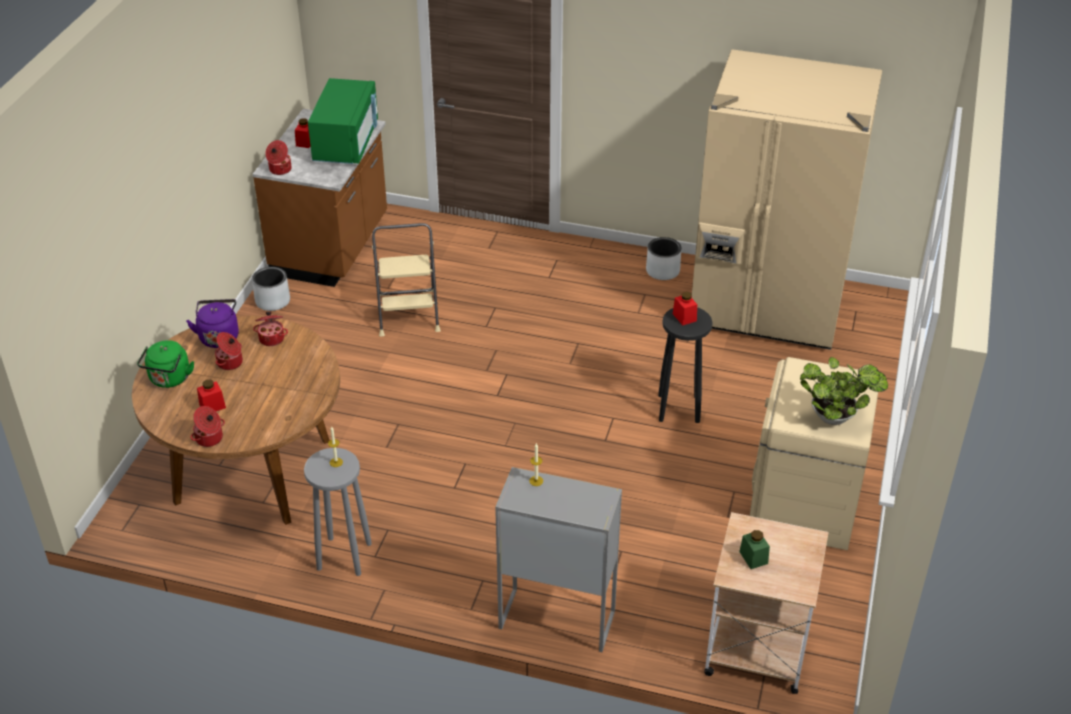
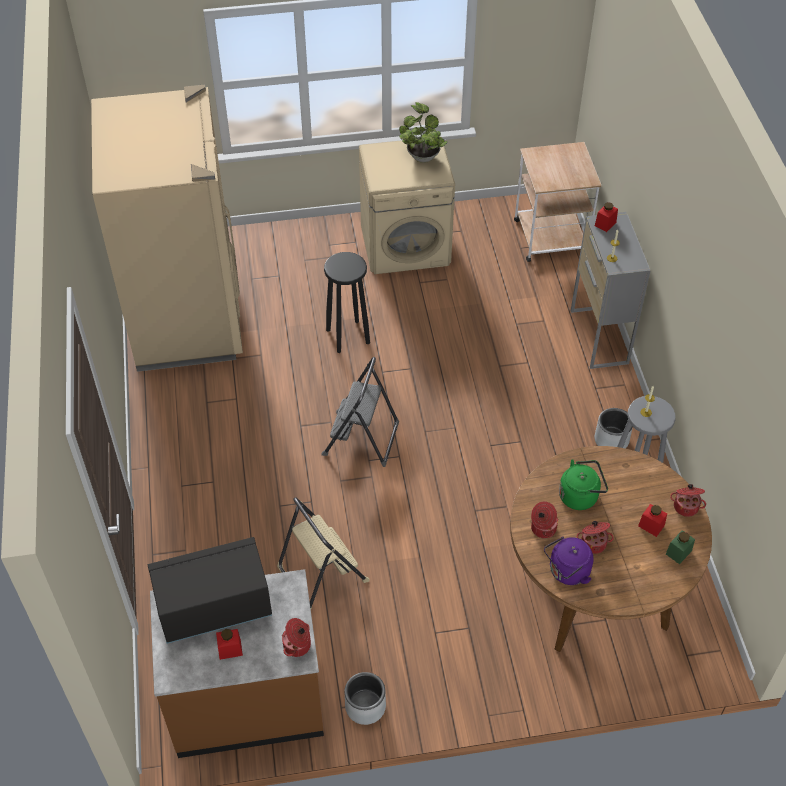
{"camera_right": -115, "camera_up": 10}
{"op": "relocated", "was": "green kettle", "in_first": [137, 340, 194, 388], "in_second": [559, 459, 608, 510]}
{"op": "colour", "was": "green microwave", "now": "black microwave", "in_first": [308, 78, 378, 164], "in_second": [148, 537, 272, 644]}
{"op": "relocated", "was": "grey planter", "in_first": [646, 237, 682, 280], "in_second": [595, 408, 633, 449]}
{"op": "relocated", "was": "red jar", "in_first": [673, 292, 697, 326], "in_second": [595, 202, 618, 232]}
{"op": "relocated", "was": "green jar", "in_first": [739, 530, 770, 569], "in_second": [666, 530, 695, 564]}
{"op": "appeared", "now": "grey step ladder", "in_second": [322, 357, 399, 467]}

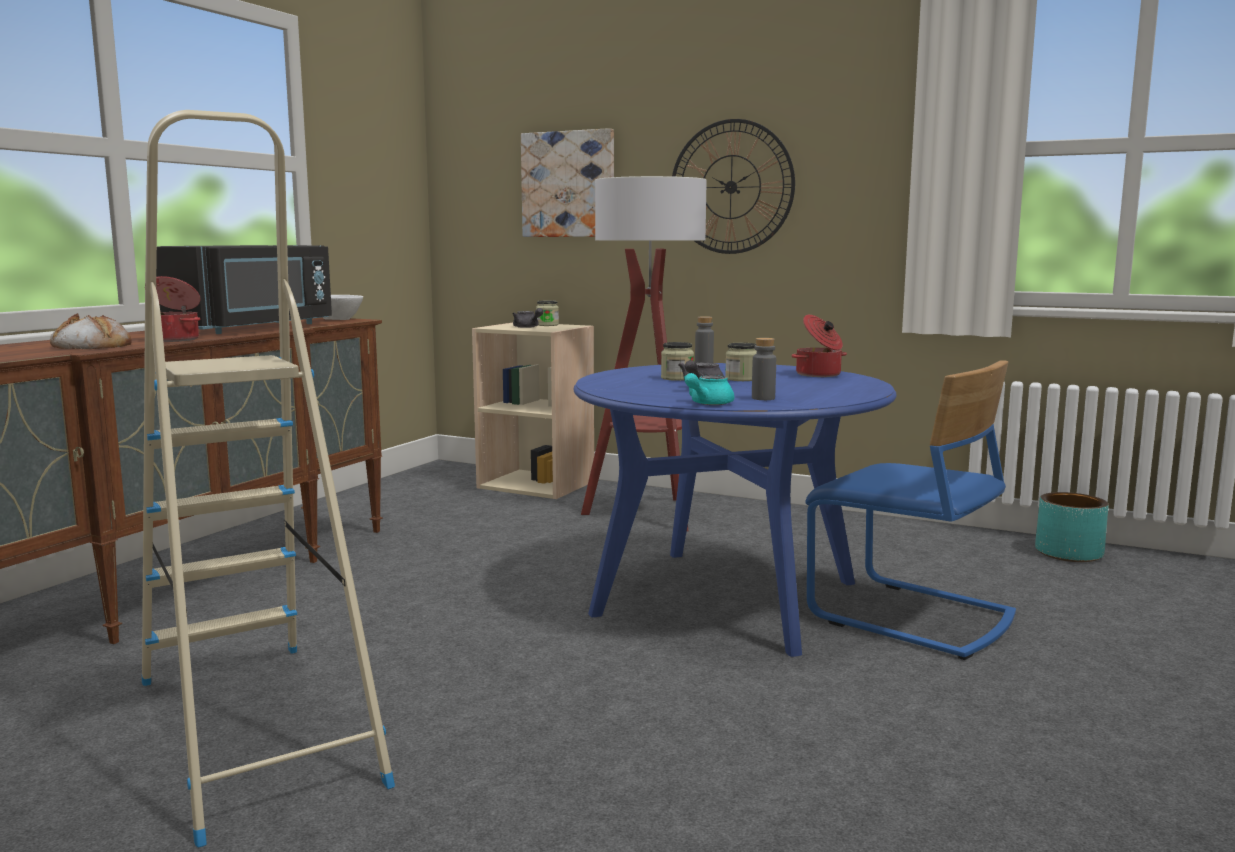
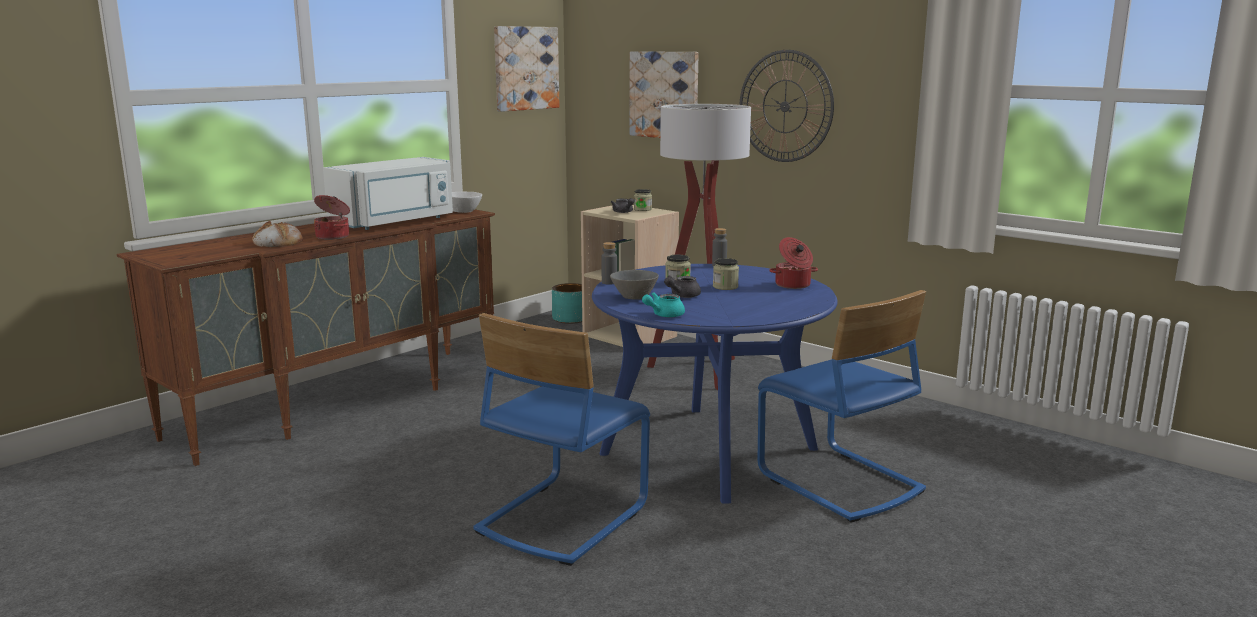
{"camera_right": 15, "camera_up": 5}
{"op": "missing", "was": "beige step ladder", "in_first": [142, 110, 395, 847]}
{"op": "colour", "was": "black microwave", "now": "white microwave", "in_first": [156, 245, 332, 334], "in_second": [323, 157, 453, 230]}
{"op": "relocated", "was": "grey bottle", "in_first": [752, 338, 776, 400], "in_second": [601, 242, 617, 284]}
{"op": "relocated", "was": "turquoise planter", "in_first": [1035, 492, 1109, 562], "in_second": [552, 283, 582, 324]}
{"op": "appeared", "now": "blue chair", "in_second": [473, 313, 650, 566]}
{"op": "appeared", "now": "picture", "in_second": [494, 26, 559, 112]}
{"op": "appeared", "now": "grey bowl", "in_second": [610, 270, 659, 300]}

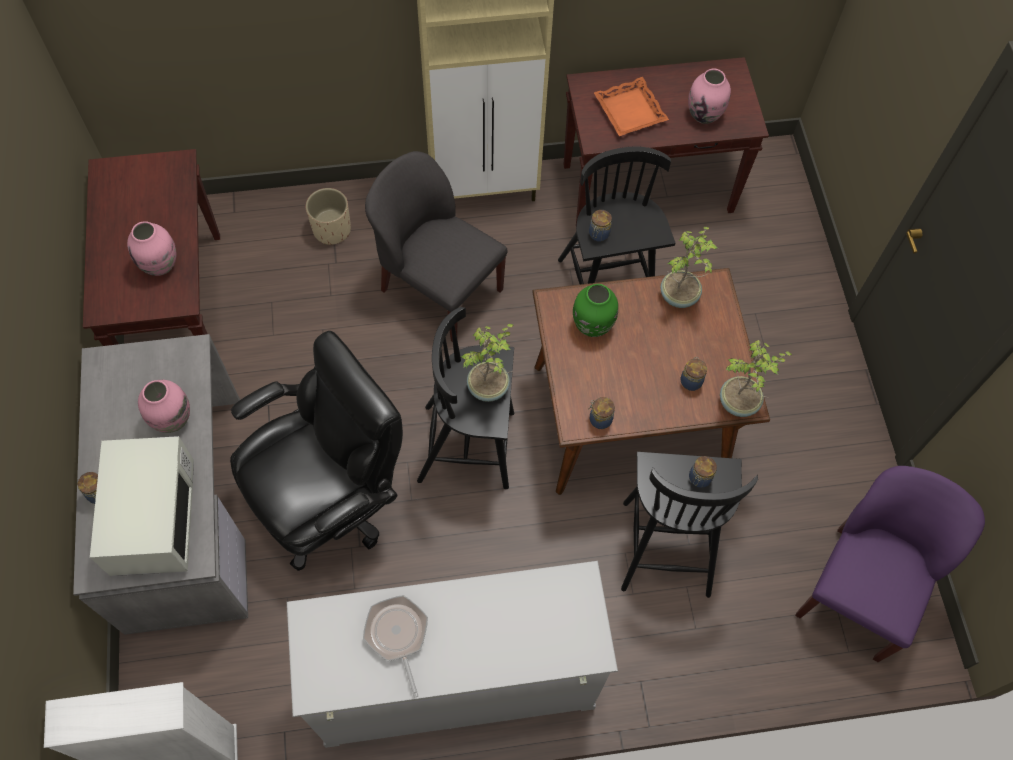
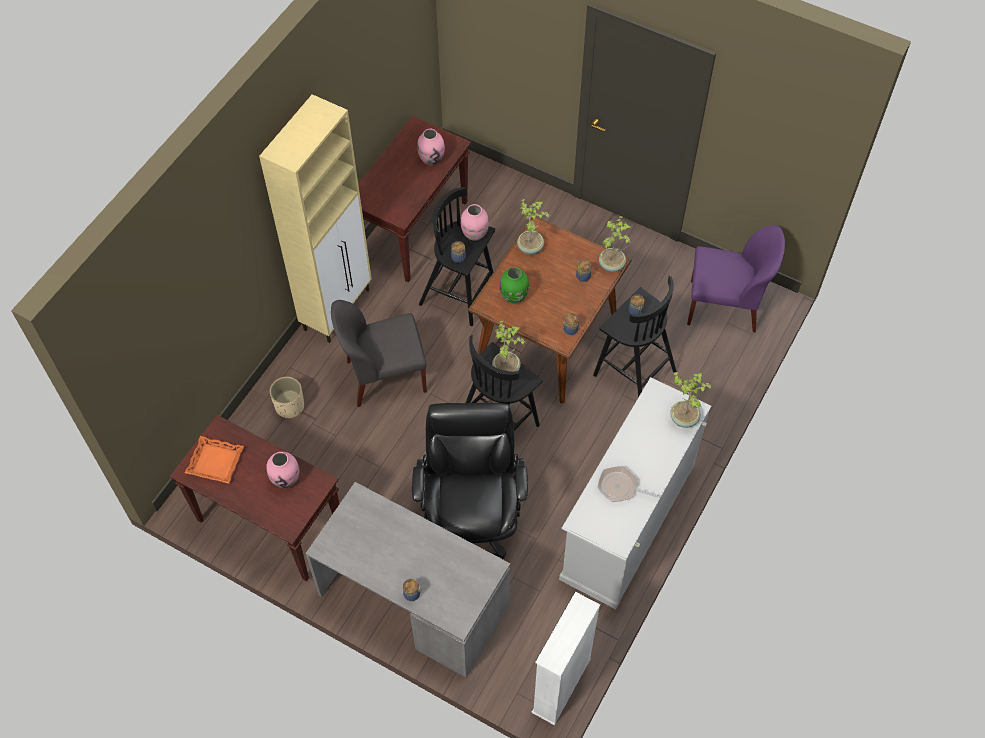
{"camera_right": -50, "camera_up": -5}
{"op": "missing", "was": "white microwave", "in_first": [90, 436, 194, 576]}
{"op": "relocated", "was": "pink vase", "in_first": [138, 380, 190, 433], "in_second": [461, 204, 489, 241]}
{"op": "relocated", "was": "orange tray", "in_first": [594, 77, 669, 136], "in_second": [185, 436, 244, 484]}
{"op": "spun", "was": "purple chair", "in_first": [795, 466, 985, 662], "in_second": [687, 225, 785, 333], "clockwise": 120}
{"op": "appeared", "now": "potted plant", "in_second": [670, 372, 712, 428]}

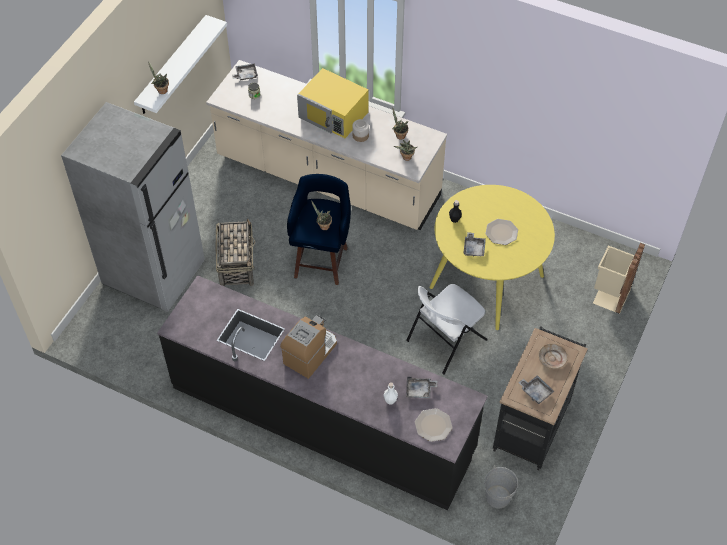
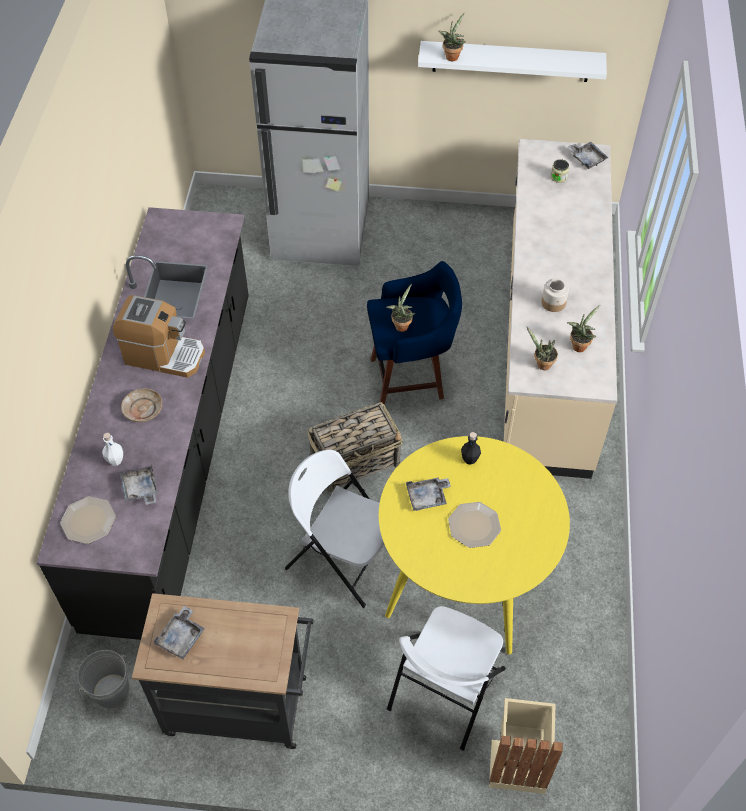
{"camera_right": 70, "camera_up": 0}
{"op": "relocated", "was": "basket", "in_first": [216, 219, 255, 287], "in_second": [307, 402, 403, 493]}
{"op": "missing", "was": "yellow microwave", "in_first": [297, 68, 369, 138]}
{"op": "relocated", "was": "beige plate", "in_first": [539, 344, 568, 369], "in_second": [121, 389, 162, 422]}
{"op": "appeared", "now": "white chair", "in_second": [387, 606, 506, 751]}

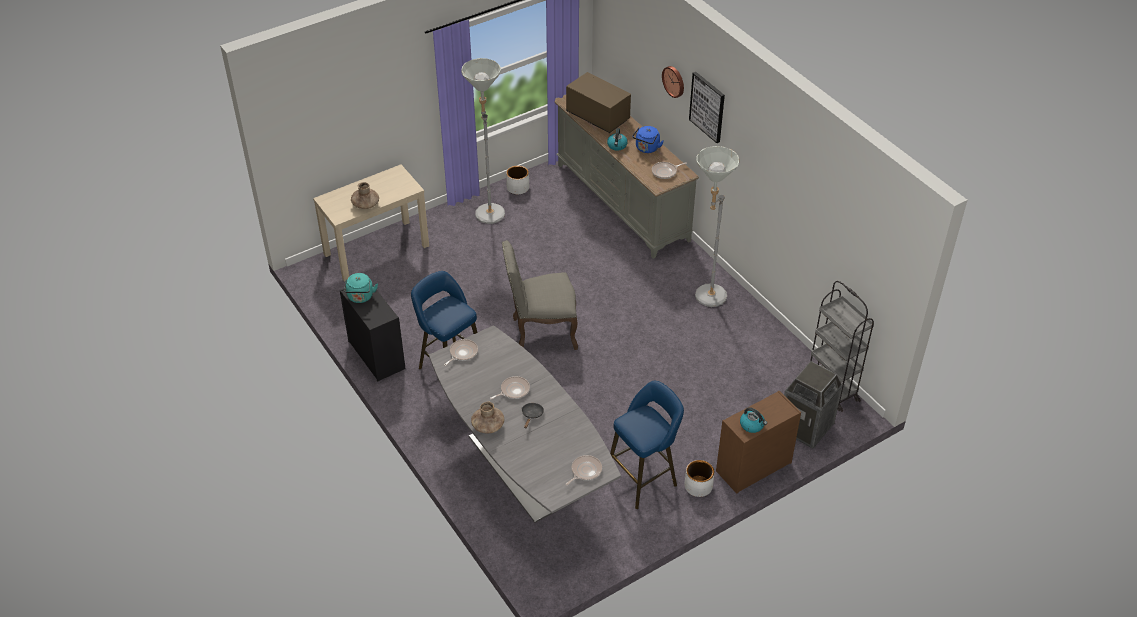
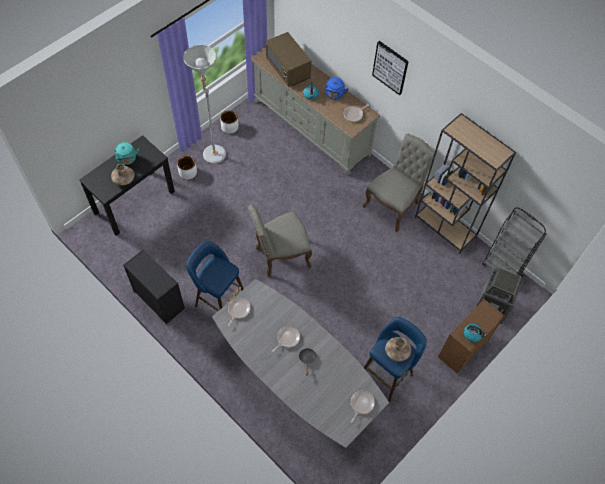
{"camera_right": -15, "camera_up": 15}
{"op": "colour", "was": "beige console table", "now": "black console table", "in_first": [313, 165, 429, 282], "in_second": [79, 135, 175, 236]}
{"op": "relocated", "was": "turquoise kettle", "in_first": [344, 273, 378, 303], "in_second": [115, 142, 139, 165]}
{"op": "relocated", "was": "brown vase", "in_first": [471, 402, 504, 433], "in_second": [385, 337, 411, 361]}
{"op": "spun", "was": "brown microwave", "in_first": [566, 72, 631, 133], "in_second": [266, 32, 311, 87], "clockwise": -150}
{"op": "missing", "was": "wall clock", "in_first": [662, 66, 684, 98]}
{"op": "relocated", "was": "white planter", "in_first": [685, 460, 714, 497], "in_second": [177, 156, 197, 179]}
{"op": "exchanged", "was": "grey floor lamp", "now": "grey chair", "in_first": [695, 146, 739, 307], "in_second": [363, 133, 435, 232]}
{"op": "appeared", "now": "bookcase", "in_second": [415, 113, 516, 254]}

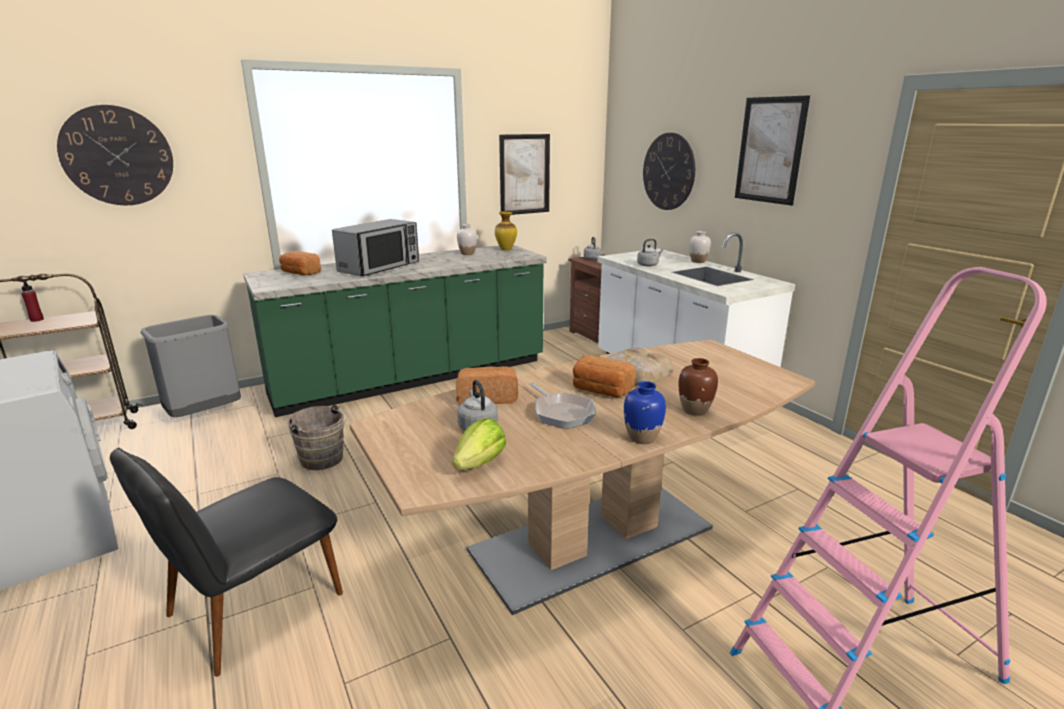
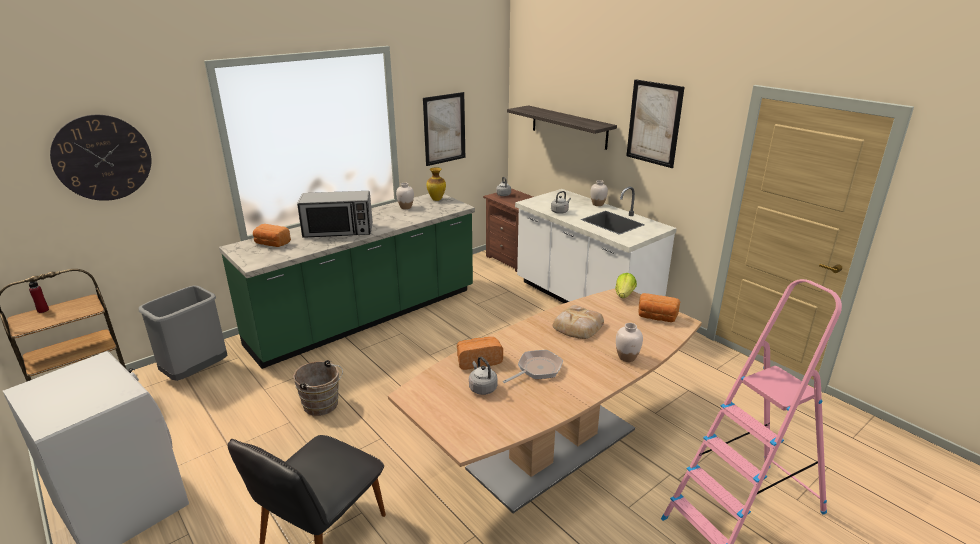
{"camera_right": -10, "camera_up": 5}
{"op": "spun", "was": "microwave", "in_first": [332, 219, 419, 277], "in_second": [297, 191, 373, 238], "clockwise": 60}
{"op": "relocated", "was": "lettuce", "in_first": [452, 418, 506, 470], "in_second": [615, 273, 637, 298]}
{"op": "spun", "was": "frying pan", "in_first": [530, 382, 596, 429], "in_second": [503, 350, 563, 383], "clockwise": -90}
{"op": "relocated", "was": "bread", "in_first": [573, 355, 636, 398], "in_second": [638, 293, 680, 322]}
{"op": "missing", "was": "blue vase", "in_first": [624, 381, 666, 444]}
{"op": "exchanged", "was": "wall clock", "now": "shelf", "in_first": [643, 133, 695, 210], "in_second": [507, 105, 617, 150]}
{"op": "colour", "was": "brown vase", "now": "white vase", "in_first": [679, 358, 718, 416], "in_second": [616, 323, 643, 362]}

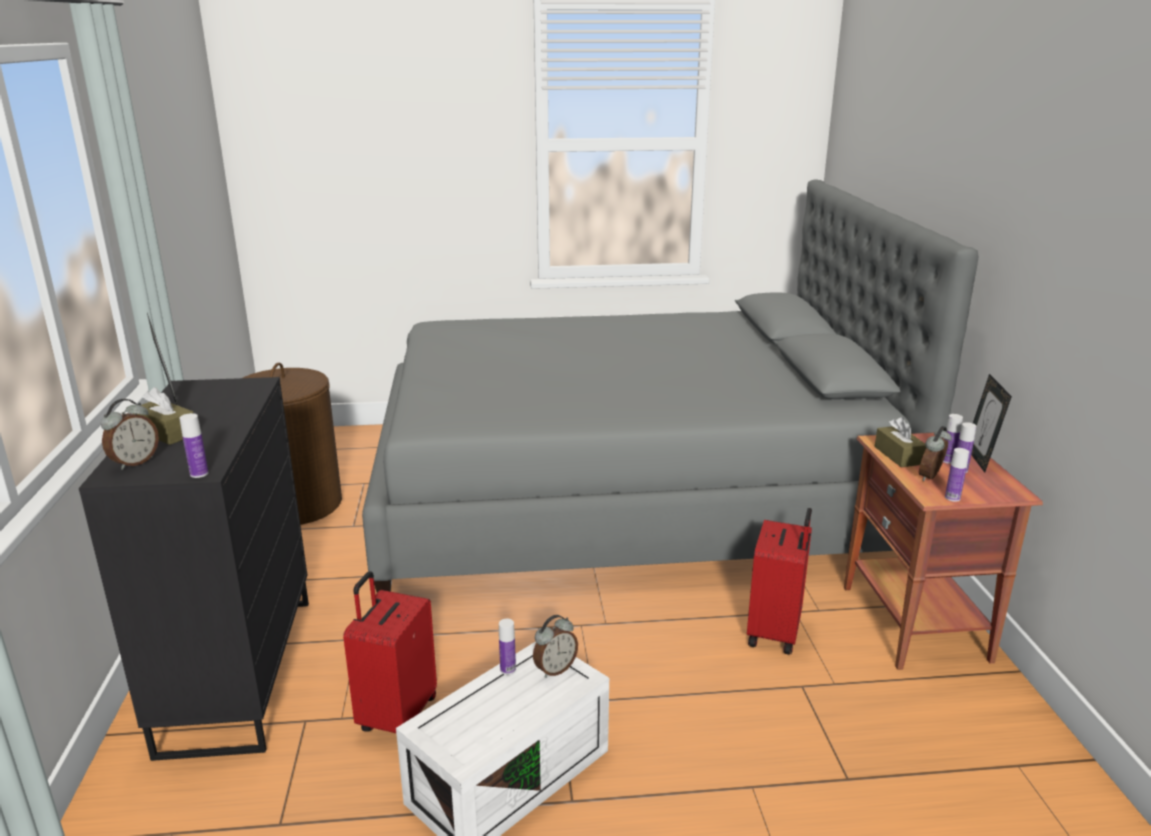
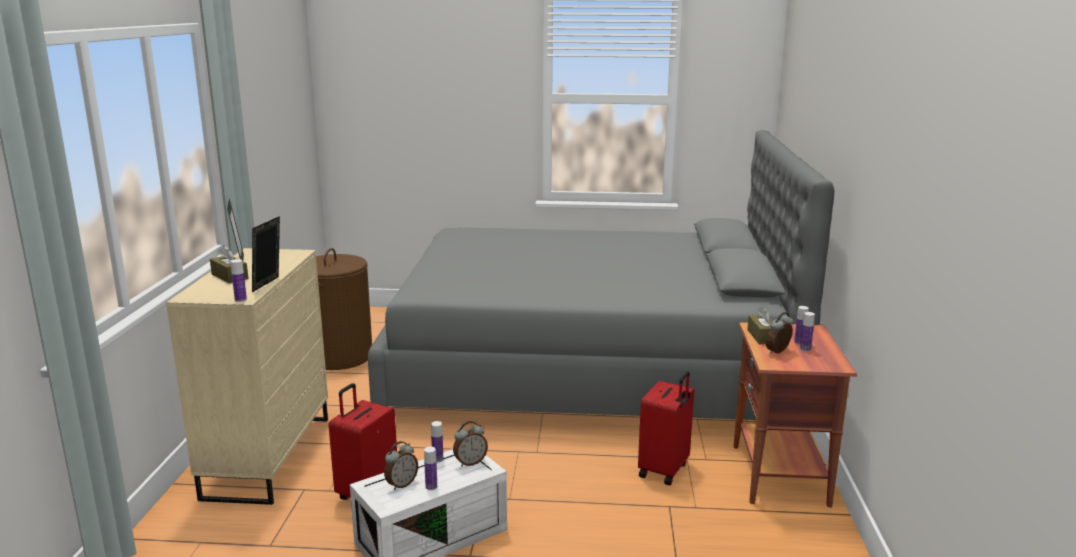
{"camera_right": 10, "camera_up": -5}
{"op": "colour", "was": "black dresser", "now": "beige dresser", "in_first": [79, 377, 309, 761], "in_second": [166, 248, 328, 505]}
{"op": "relocated", "was": "alarm clock", "in_first": [101, 399, 159, 470], "in_second": [384, 441, 418, 490]}
{"op": "relocated", "was": "bottle", "in_first": [945, 448, 969, 502], "in_second": [424, 447, 437, 490]}
{"op": "relocated", "was": "picture frame", "in_first": [971, 374, 1012, 472], "in_second": [252, 216, 280, 292]}

